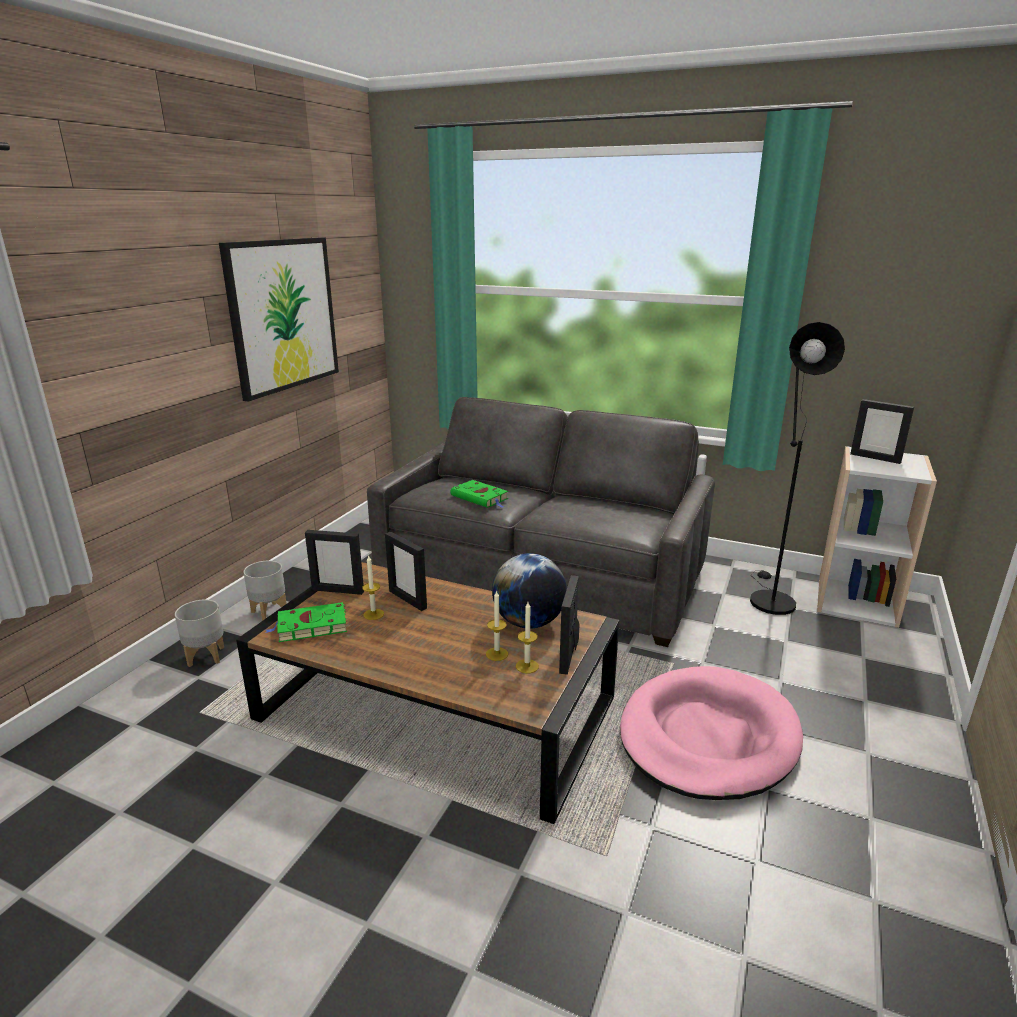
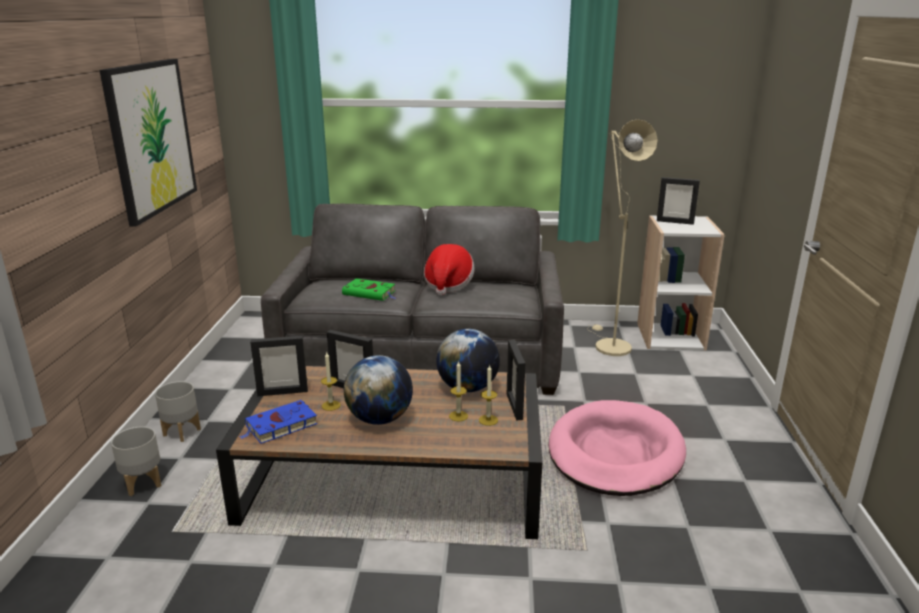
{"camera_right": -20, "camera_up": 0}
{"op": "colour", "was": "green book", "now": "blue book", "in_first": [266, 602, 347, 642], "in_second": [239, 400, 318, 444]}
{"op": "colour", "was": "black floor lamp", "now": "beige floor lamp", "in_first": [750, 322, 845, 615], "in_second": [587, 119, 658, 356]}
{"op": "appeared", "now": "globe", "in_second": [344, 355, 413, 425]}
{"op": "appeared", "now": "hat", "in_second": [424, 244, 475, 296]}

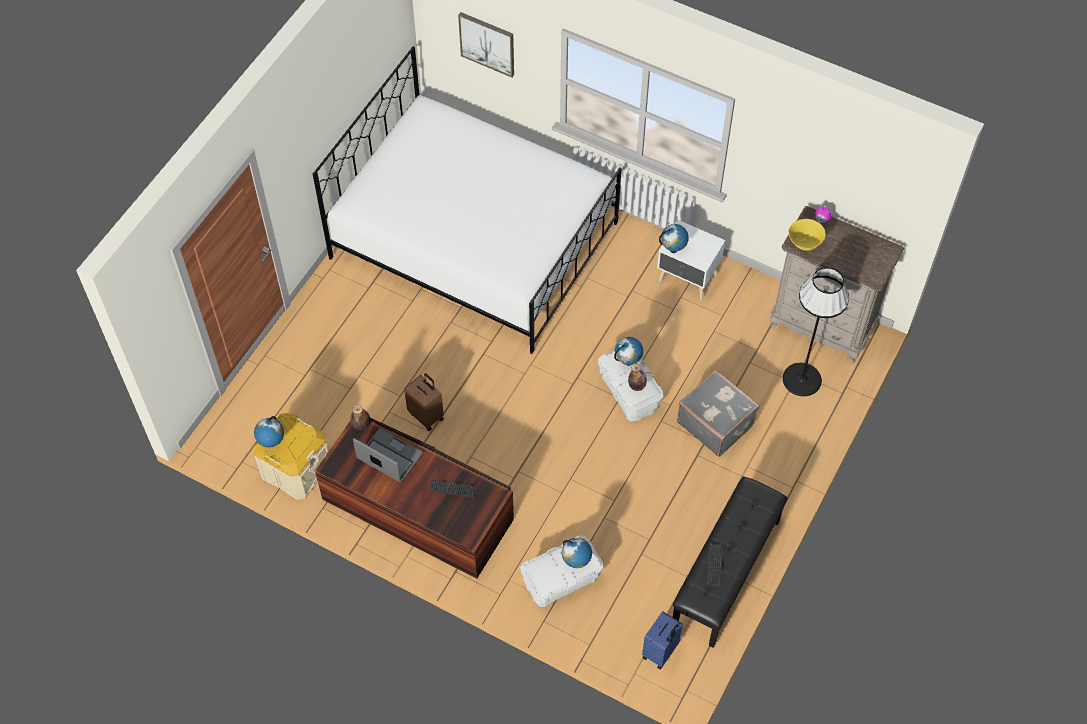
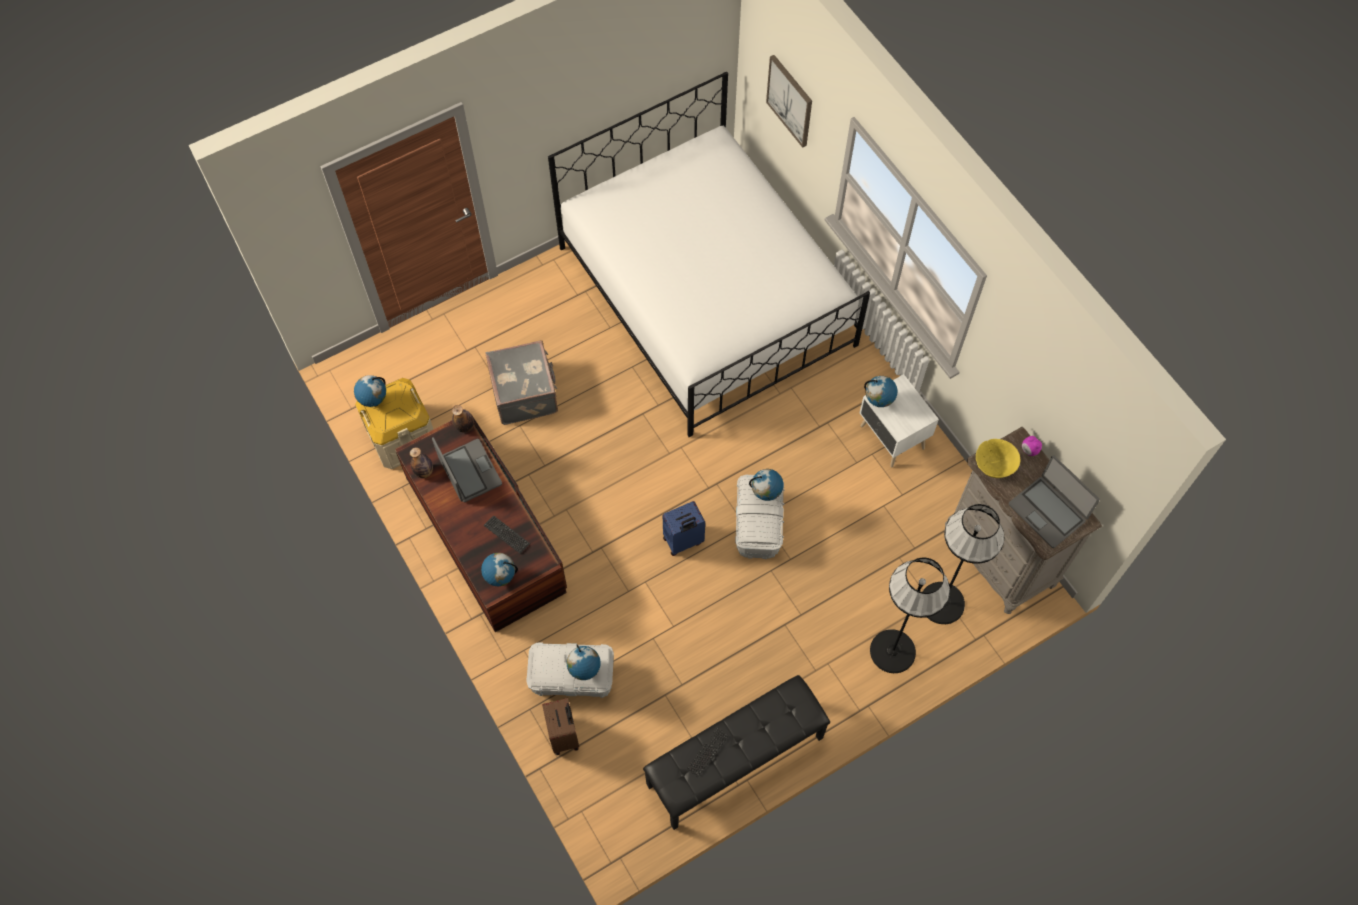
{"camera_right": 30, "camera_up": 5}
{"op": "relocated", "was": "brown suitcase", "in_first": [404, 373, 444, 431], "in_second": [542, 698, 579, 755]}
{"op": "relocated", "was": "bottle", "in_first": [628, 363, 647, 391], "in_second": [410, 447, 433, 478]}
{"op": "relocated", "was": "blue suitcase", "in_first": [642, 611, 683, 669], "in_second": [663, 501, 705, 556]}
{"op": "relocated", "was": "grey suitcase", "in_first": [677, 370, 760, 457], "in_second": [485, 340, 558, 425]}
{"op": "appeared", "now": "globe", "in_second": [481, 553, 518, 586]}
{"op": "appeared", "now": "black floor lamp", "in_second": [870, 557, 950, 673]}
{"op": "appeared", "now": "laptop", "in_second": [1009, 455, 1100, 548]}

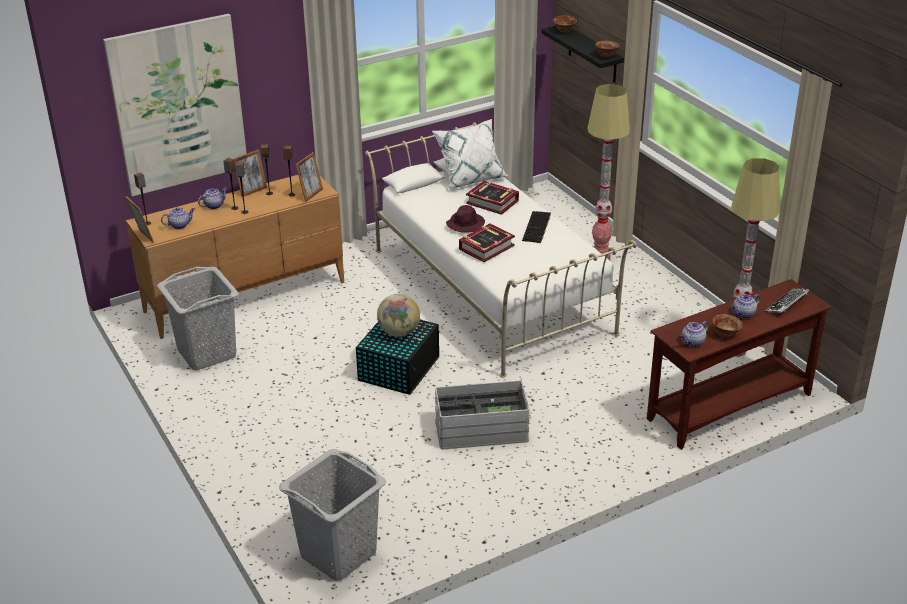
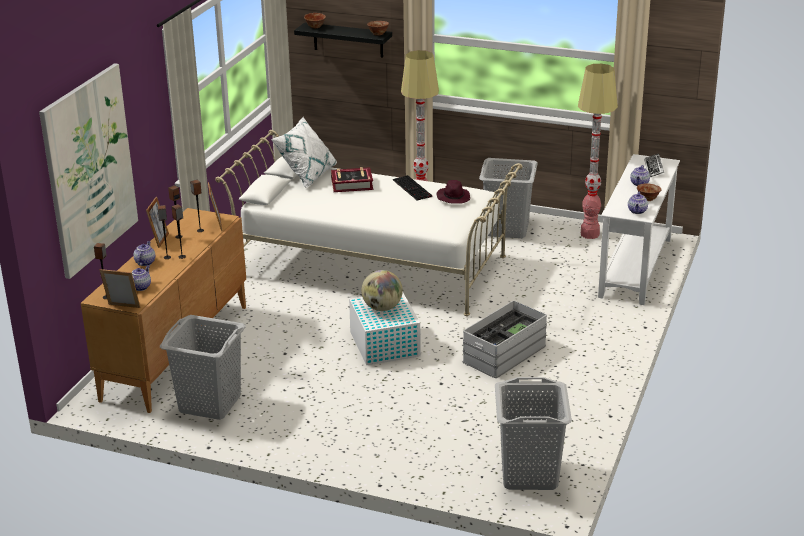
{"camera_right": -40, "camera_up": -5}
{"op": "colour", "was": "black storage box", "now": "white storage box", "in_first": [356, 320, 439, 395], "in_second": [349, 293, 421, 365]}
{"op": "relocated", "was": "purple hat", "in_first": [446, 205, 485, 233], "in_second": [437, 180, 470, 204]}
{"op": "missing", "was": "book", "in_first": [459, 224, 515, 262]}
{"op": "colour", "was": "brown console table", "now": "white console table", "in_first": [647, 279, 832, 450], "in_second": [598, 154, 680, 305]}
{"op": "appeared", "now": "grey laundry basket", "in_second": [479, 158, 538, 238]}

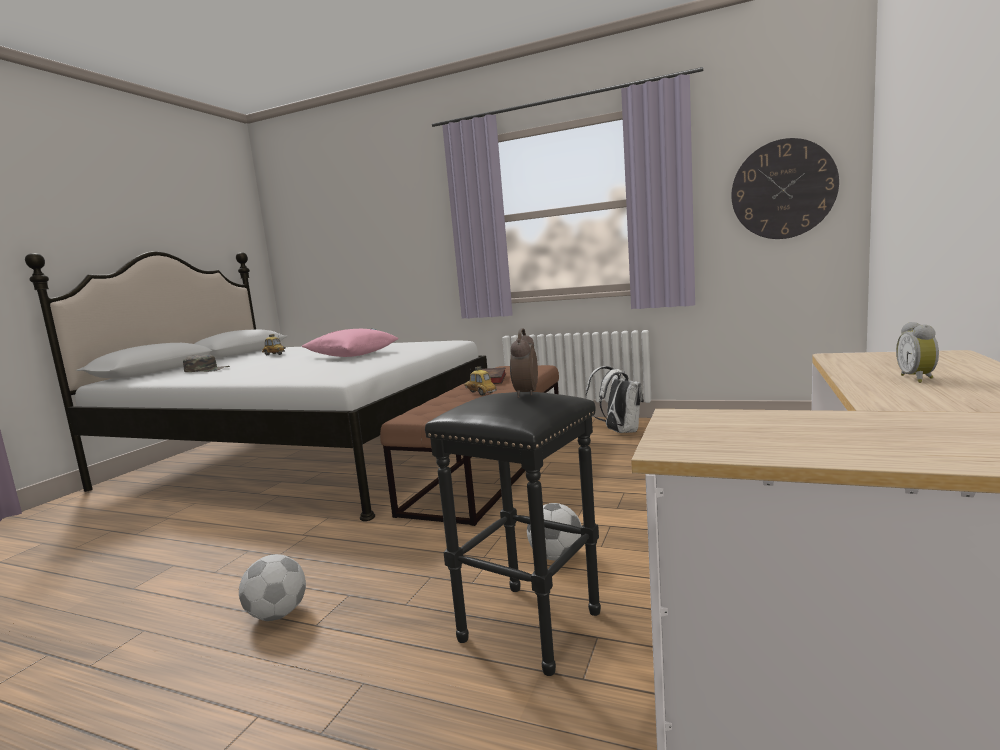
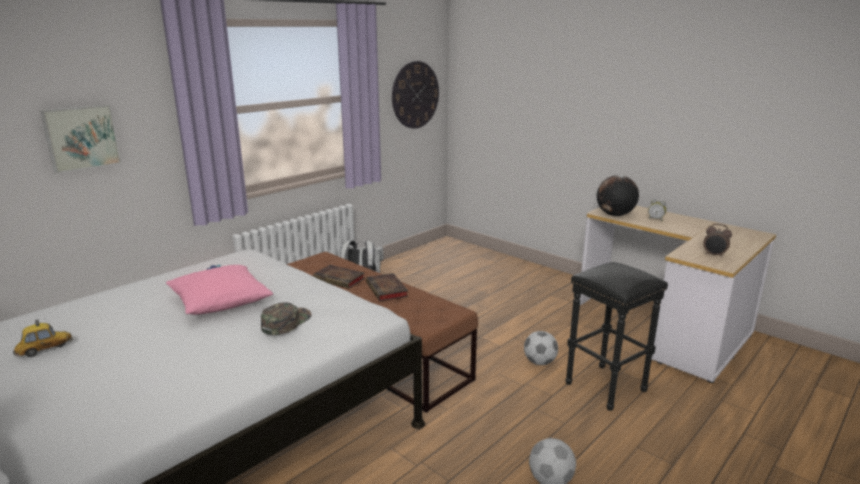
{"camera_right": -70, "camera_up": 10}
{"op": "relocated", "was": "green cap", "in_first": [183, 354, 230, 372], "in_second": [261, 302, 312, 335]}
{"op": "exchanged", "was": "toy car", "now": "book", "in_first": [464, 366, 497, 396], "in_second": [366, 273, 408, 301]}
{"op": "relocated", "was": "alarm clock", "in_first": [510, 328, 538, 398], "in_second": [703, 224, 732, 258]}
{"op": "appeared", "now": "picture", "in_second": [40, 104, 121, 173]}
{"op": "appeared", "now": "globe", "in_second": [597, 175, 639, 216]}

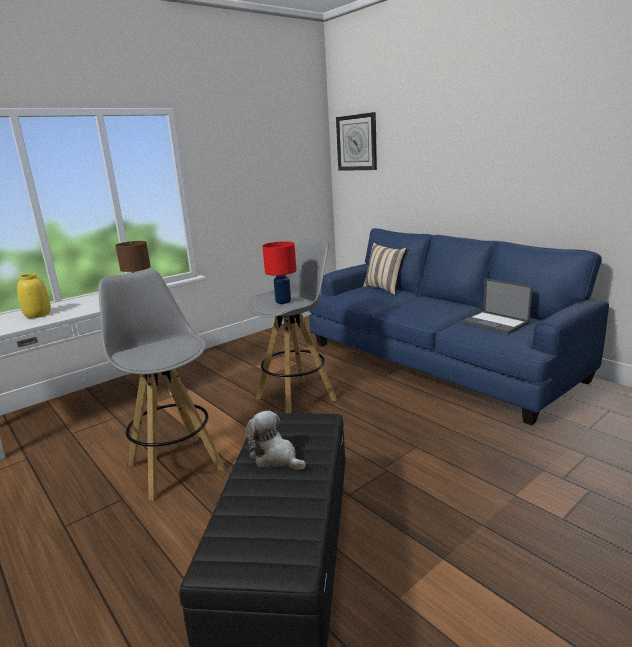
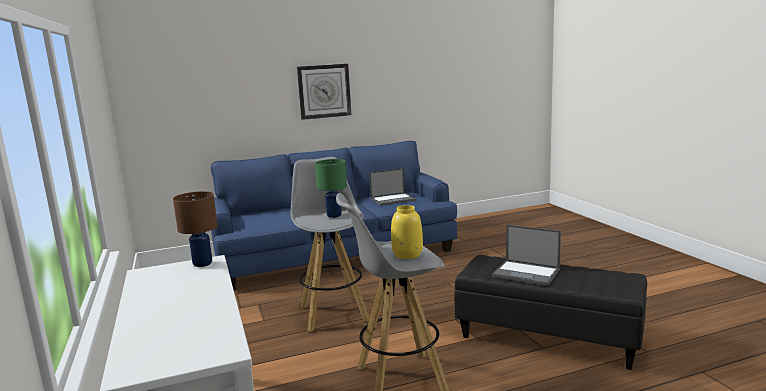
{"camera_right": -70, "camera_up": -5}
{"op": "relocated", "was": "yellow vase", "in_first": [17, 274, 51, 318], "in_second": [391, 205, 423, 259]}
{"op": "exchanged", "was": "plush toy", "now": "laptop", "in_first": [245, 411, 306, 470], "in_second": [492, 225, 561, 286]}
{"op": "colour", "was": "red table lamp", "now": "green table lamp", "in_first": [262, 241, 297, 304], "in_second": [315, 159, 347, 218]}
{"op": "relocated", "was": "wall clock", "in_first": [336, 112, 377, 171], "in_second": [297, 64, 351, 120]}
{"op": "missing", "was": "beige pillow", "in_first": [363, 243, 407, 295]}

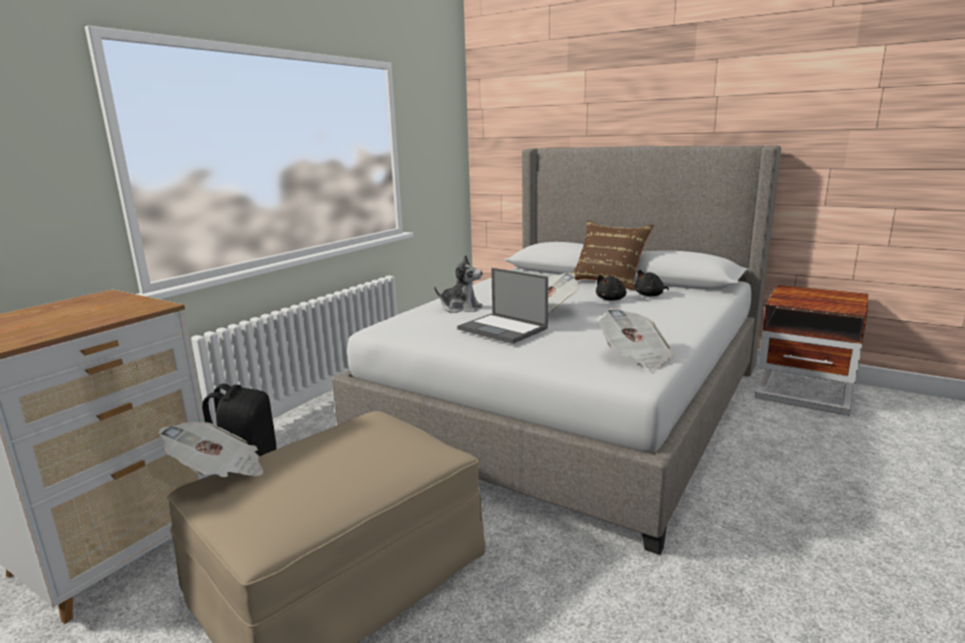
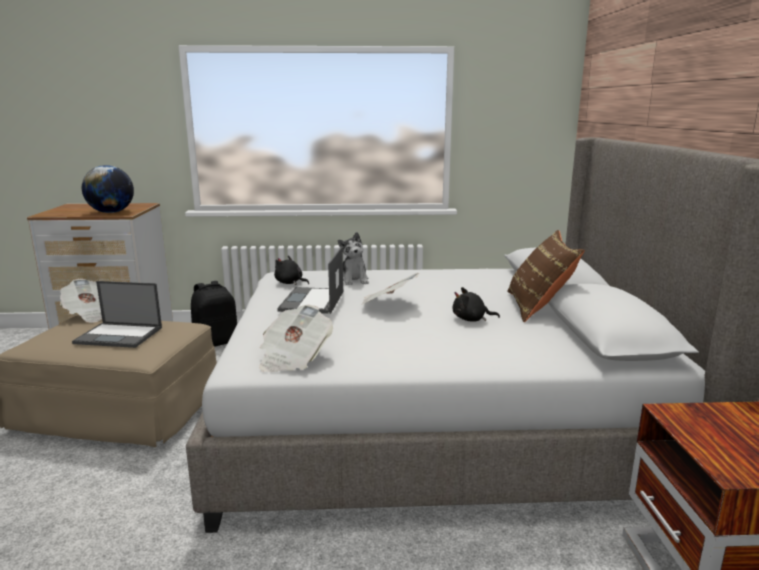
{"camera_right": 55, "camera_up": 0}
{"op": "relocated", "was": "black plush toy", "in_first": [635, 270, 669, 296], "in_second": [274, 255, 309, 285]}
{"op": "appeared", "now": "laptop", "in_second": [72, 281, 162, 348]}
{"op": "appeared", "now": "globe", "in_second": [82, 165, 134, 213]}

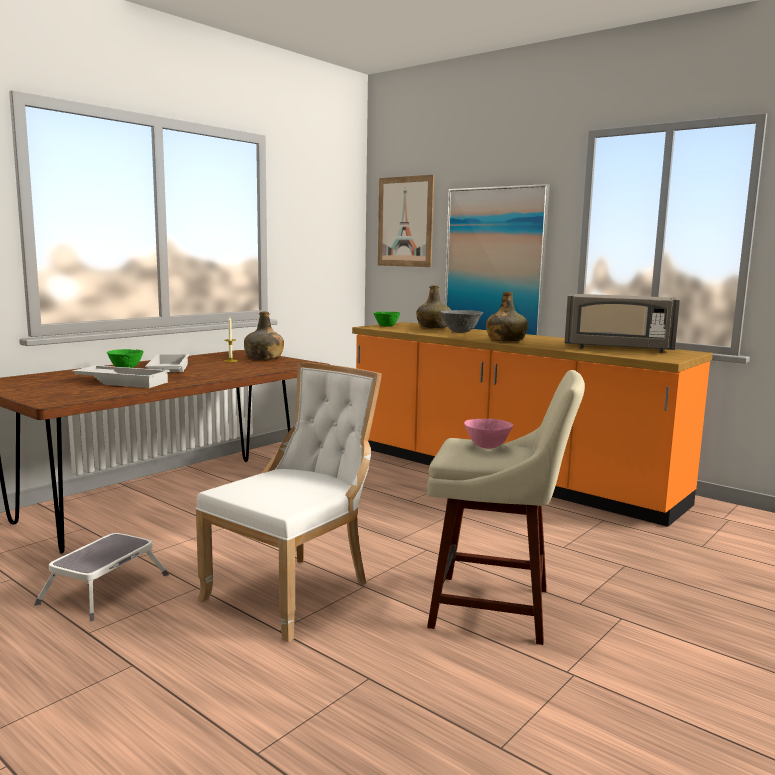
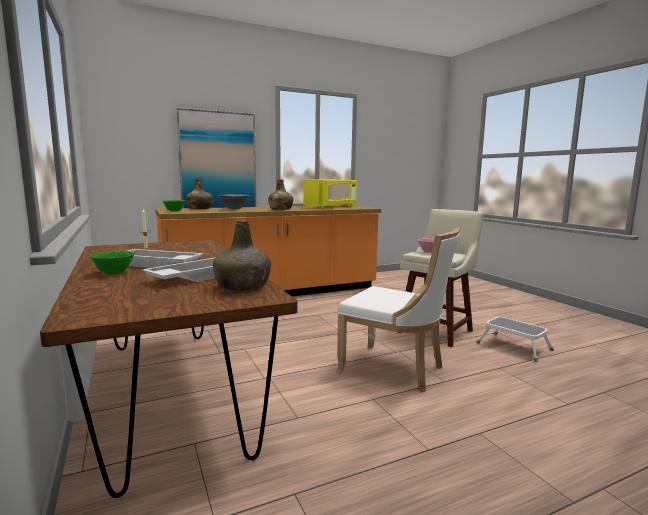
{"camera_right": -65, "camera_up": 0}
{"op": "relocated", "was": "grey step ladder", "in_first": [34, 533, 169, 621], "in_second": [476, 317, 554, 362]}
{"op": "spun", "was": "white chair", "in_first": [196, 362, 382, 642], "in_second": [336, 227, 461, 392], "clockwise": 150}
{"op": "relocated", "was": "green bottle", "in_first": [244, 311, 284, 360], "in_second": [213, 220, 271, 291]}
{"op": "missing", "was": "picture", "in_first": [378, 175, 434, 267]}
{"op": "colour", "was": "grey microwave", "now": "yellow microwave", "in_first": [565, 294, 680, 353], "in_second": [303, 179, 357, 208]}

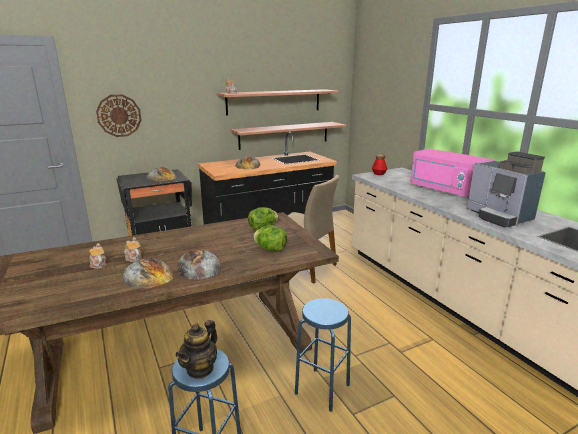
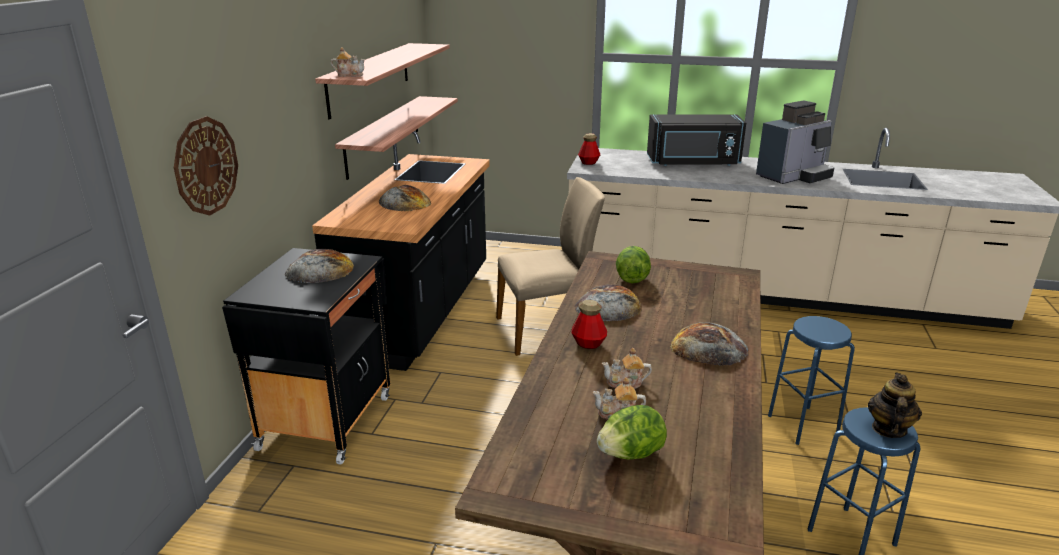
{"camera_right": -50, "camera_up": 5}
{"op": "relocated", "was": "bread", "in_first": [122, 258, 174, 289], "in_second": [574, 284, 642, 321]}
{"op": "spun", "was": "teapot", "in_first": [175, 320, 217, 379], "in_second": [868, 373, 922, 438], "clockwise": -135}
{"op": "relocated", "was": "lettuce", "in_first": [253, 225, 287, 252], "in_second": [597, 405, 667, 459]}
{"op": "colour", "was": "pink microwave", "now": "black microwave", "in_first": [410, 148, 495, 198], "in_second": [647, 114, 746, 166]}
{"op": "spun", "was": "coffee machine", "in_first": [467, 152, 546, 228], "in_second": [756, 101, 834, 184], "clockwise": -45}
{"op": "appeared", "now": "bottle", "in_second": [571, 300, 607, 349]}

